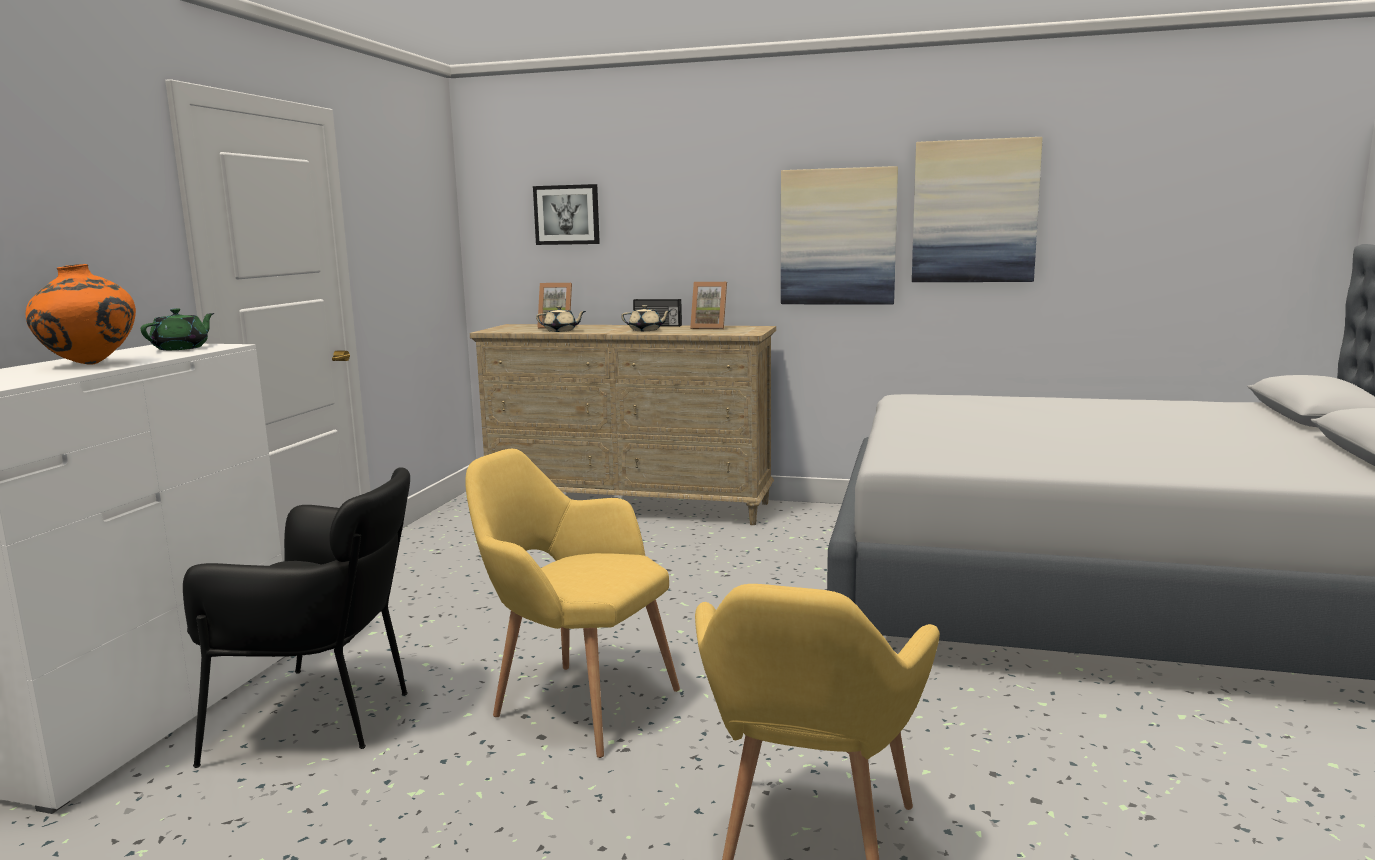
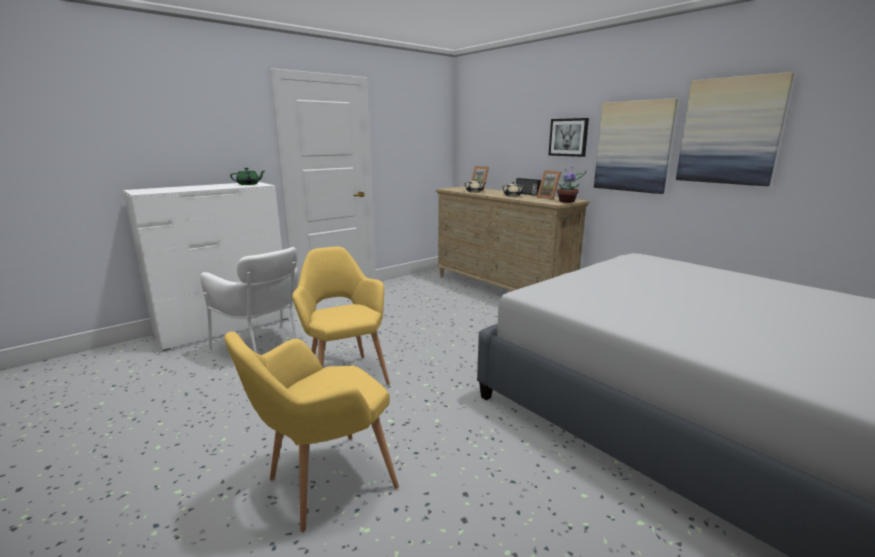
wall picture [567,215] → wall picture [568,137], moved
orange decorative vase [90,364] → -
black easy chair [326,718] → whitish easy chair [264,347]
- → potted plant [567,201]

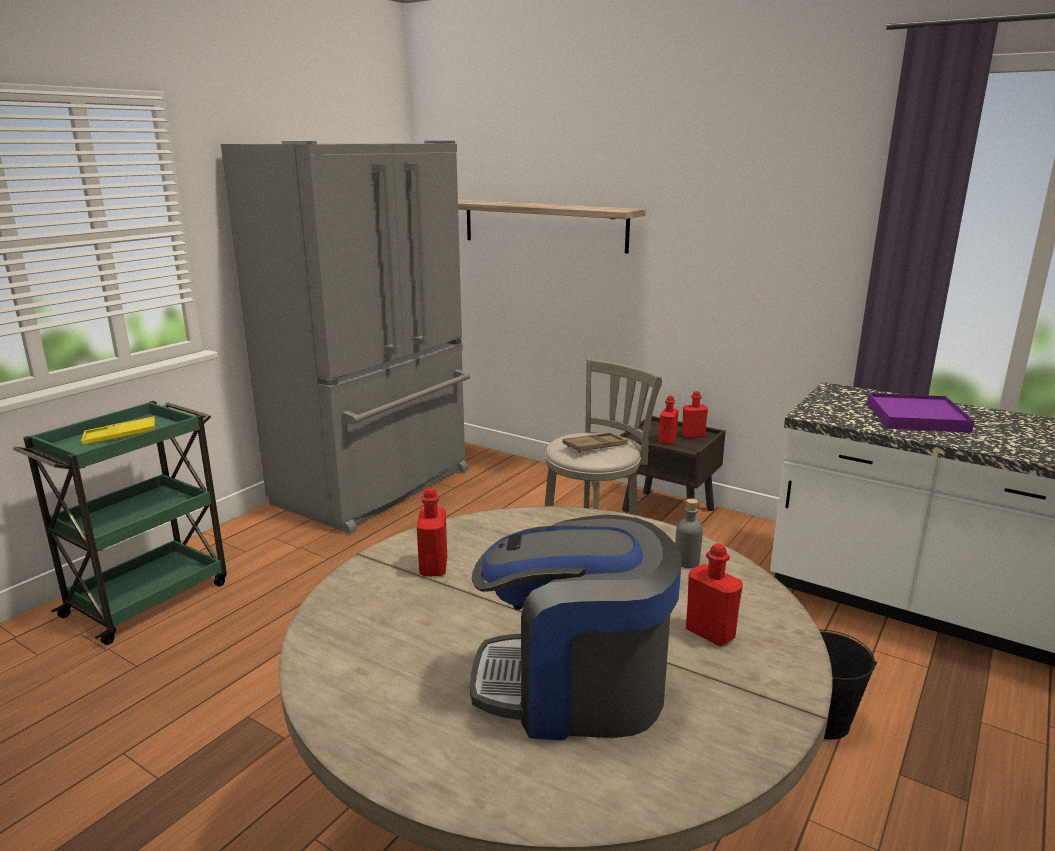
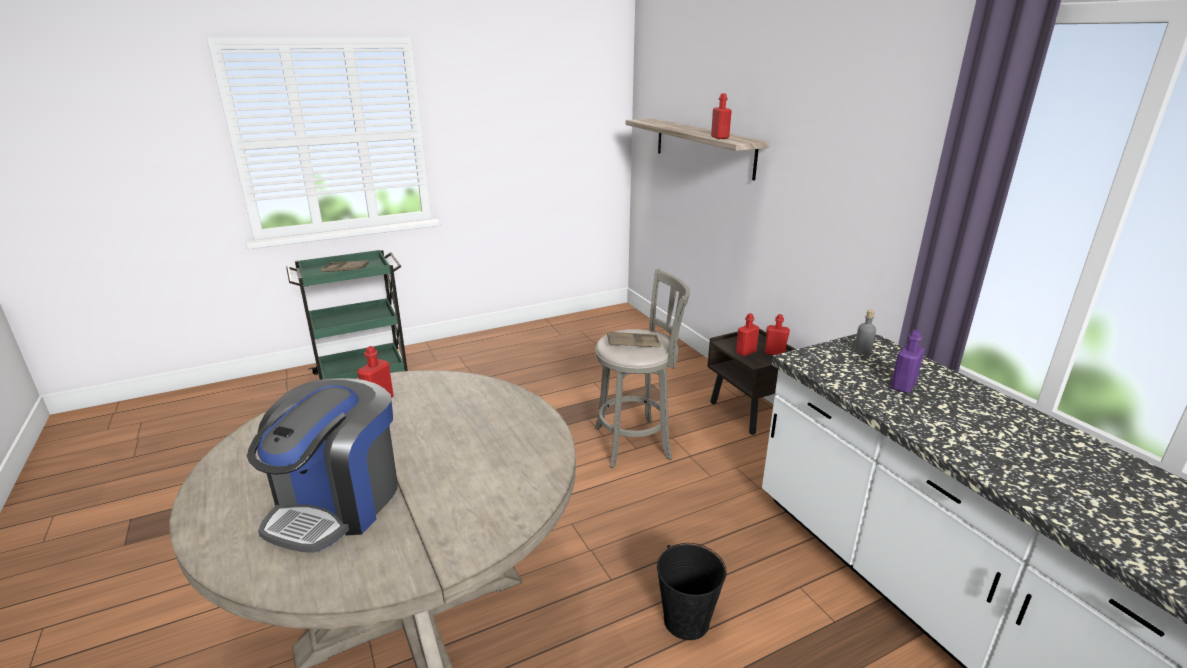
grey kitchen fridge [377,487] → -
purplish carrying tray [916,417] → purplish beverage bottle [903,386]
yellow-coloured carrying tray [120,436] → brownish carrying tray [345,269]
grey beverage bottle [686,561] → grey beverage bottle [862,351], moved
coffee machine [574,688] → coffee machine [337,504], 105 degrees counterclockwise
red beverage bottle [710,633] → red beverage bottle [719,137], moved

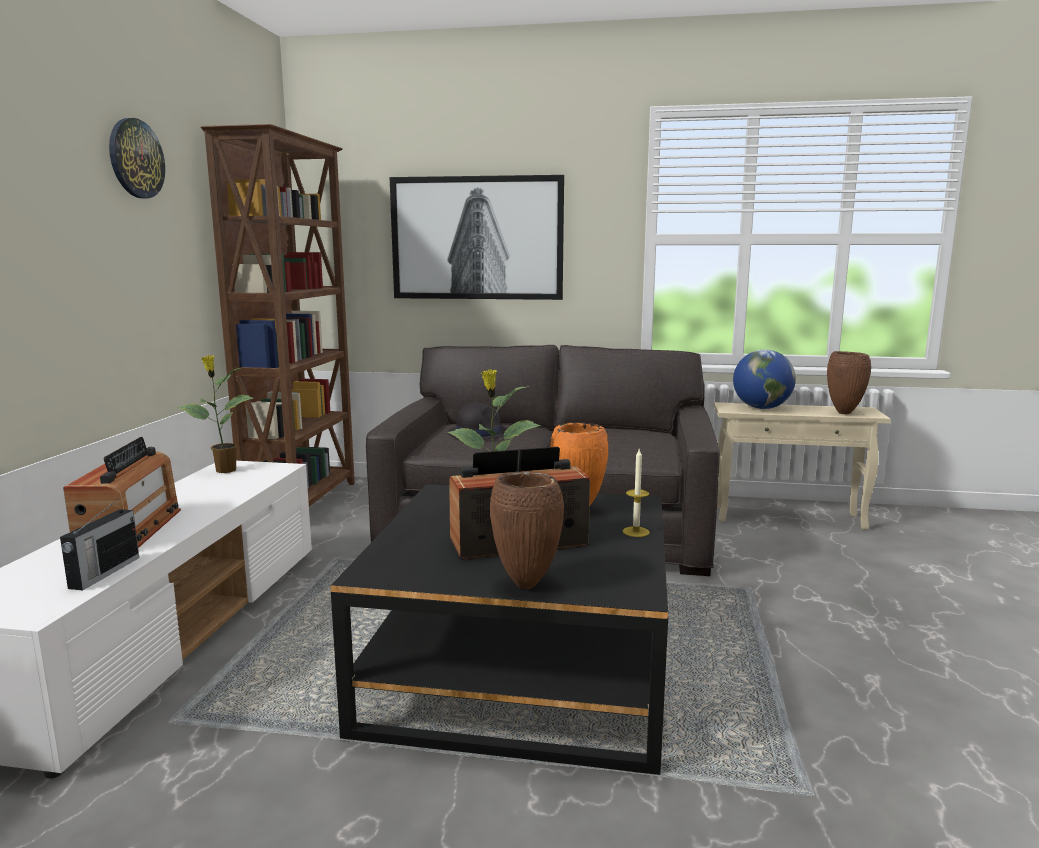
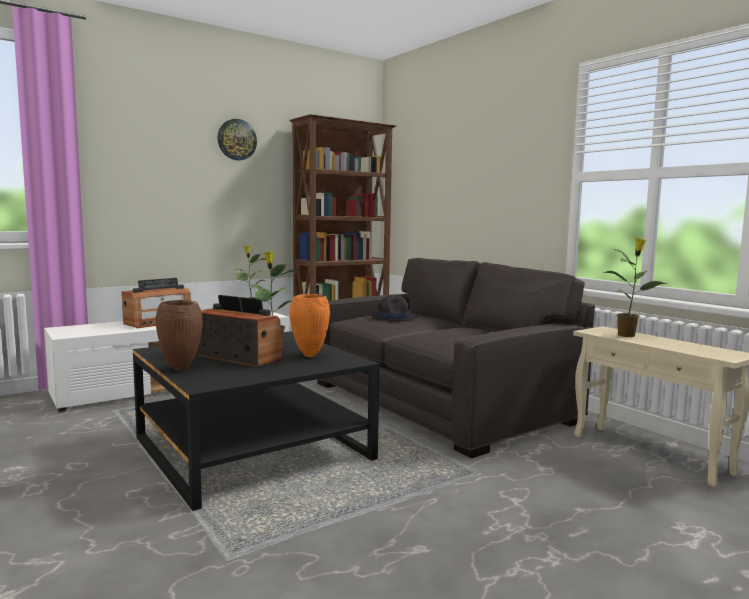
wall picture [477,238] → -
desk globe [761,408] → potted plant [627,335]
brownish decorative vase [844,413] → -
candle [636,532] → -
radio receiver [103,573] → -

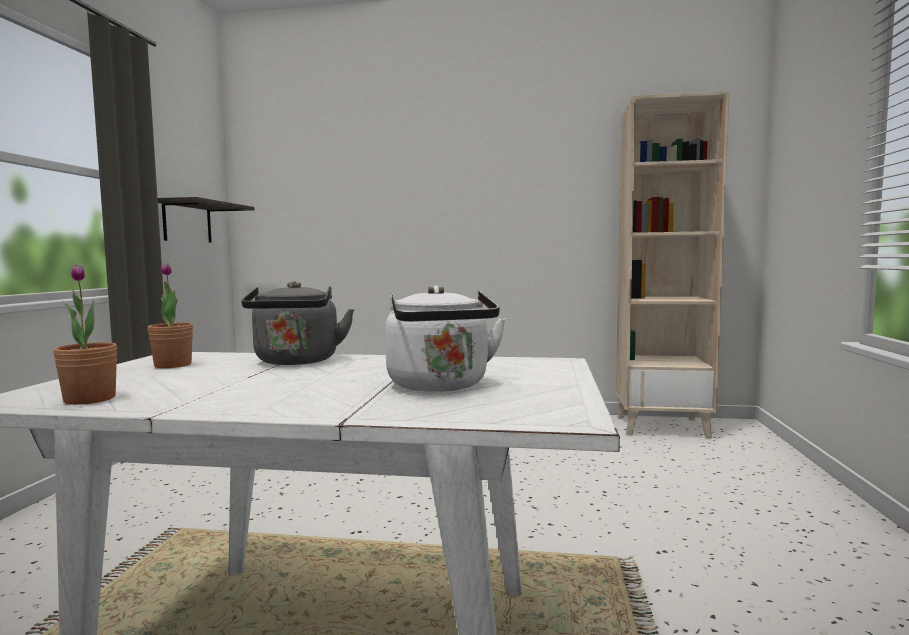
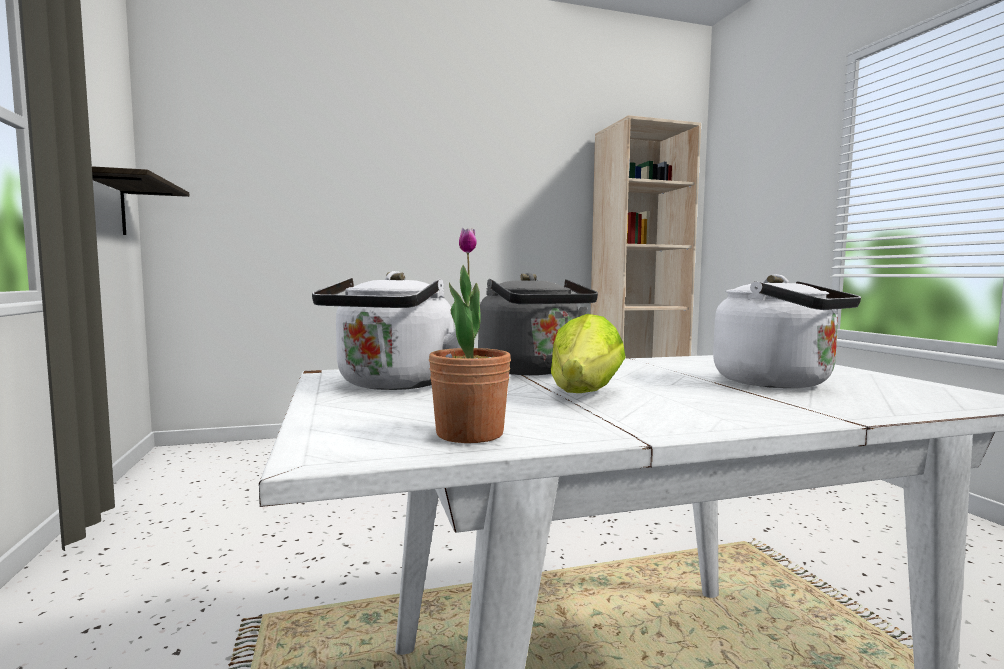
potted plant [173,365] → whitish water kettle [393,385]
- → head of lettuce [584,394]

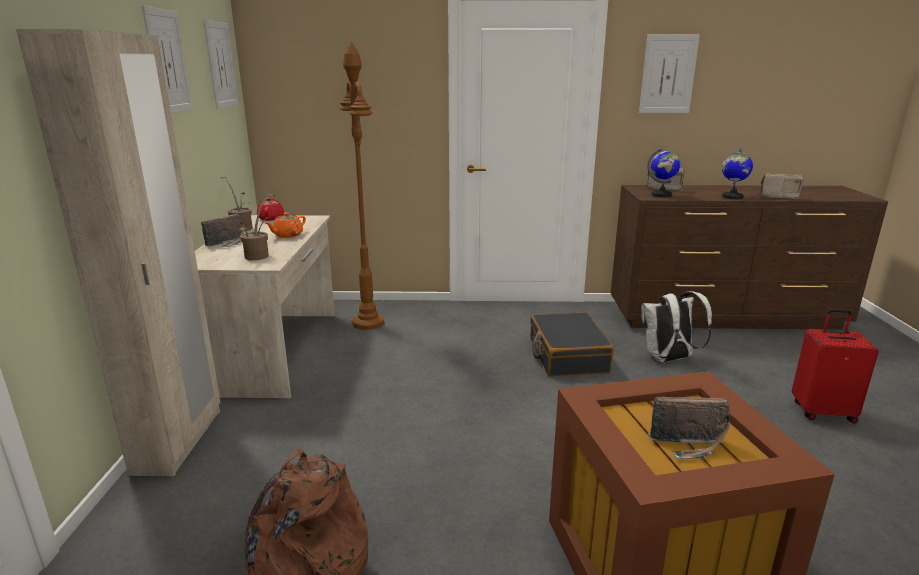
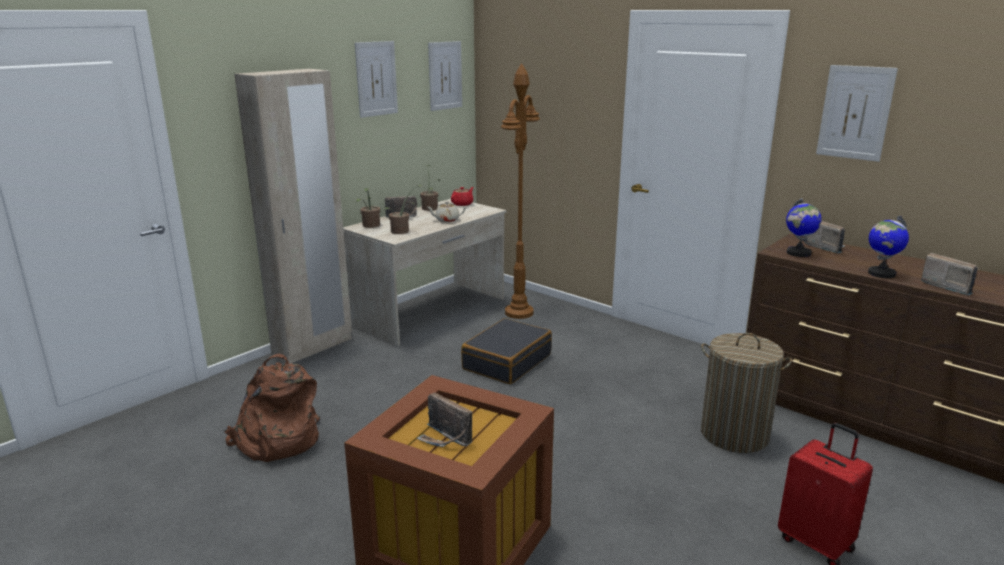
orange teapot [287,235] → beige-coloured teapot [446,220]
whitish backpack [668,359] → laundry basket [734,434]
black suitcase [567,355] → black suitcase [506,362], moved
- → potted plant [370,226]

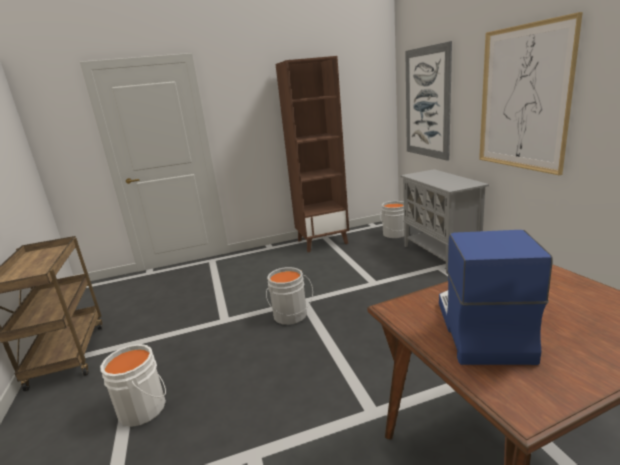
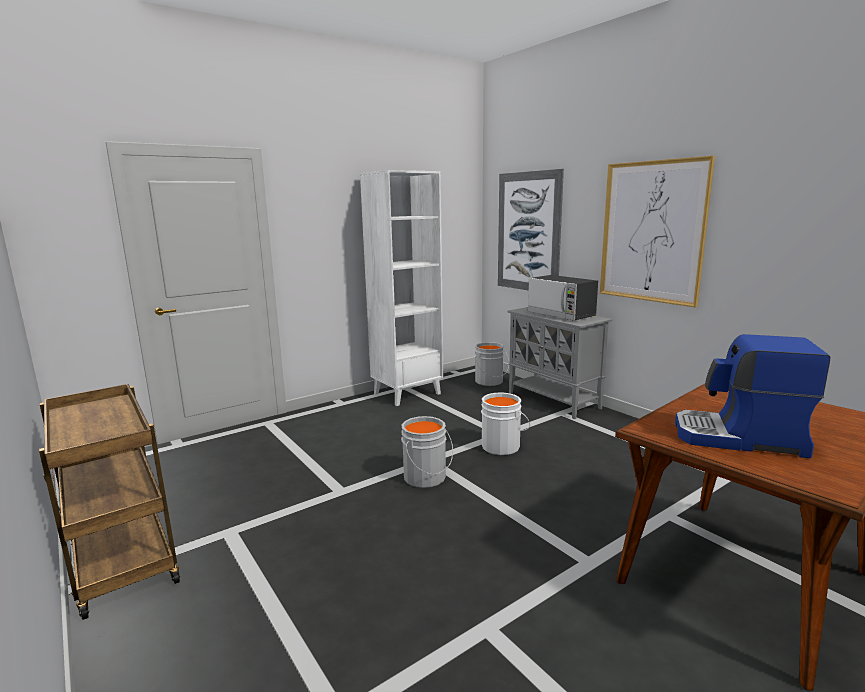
brownish shelving unit [322,242] → whitish shelving unit [407,393]
coffee machine [479,329] → coffee machine [739,438], 60 degrees counterclockwise
whitish pail [145,407] → whitish pail [502,446], moved
- → microwave [561,315]

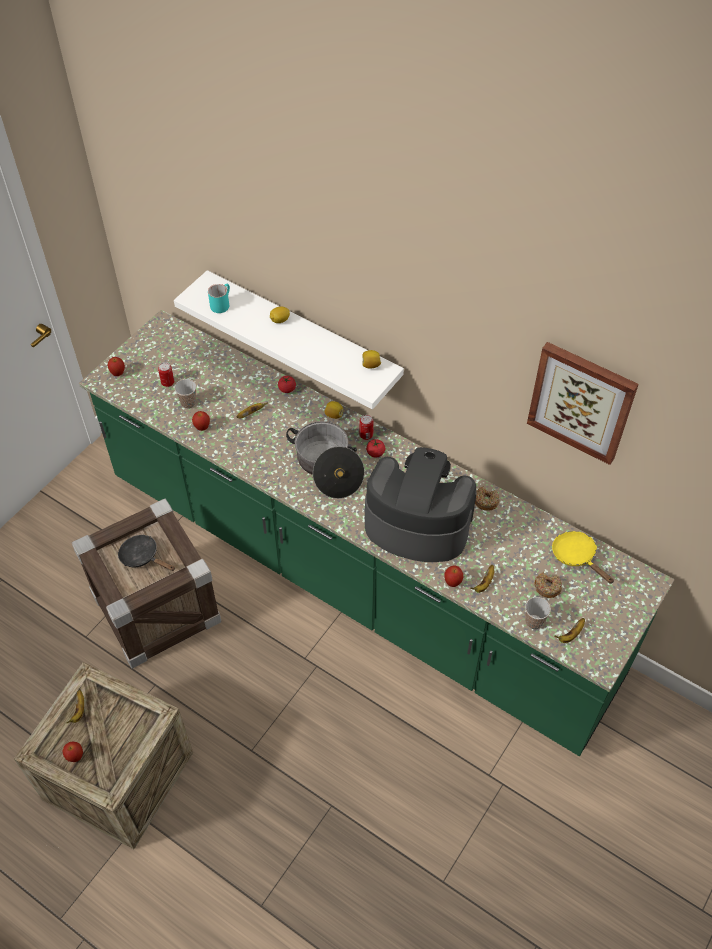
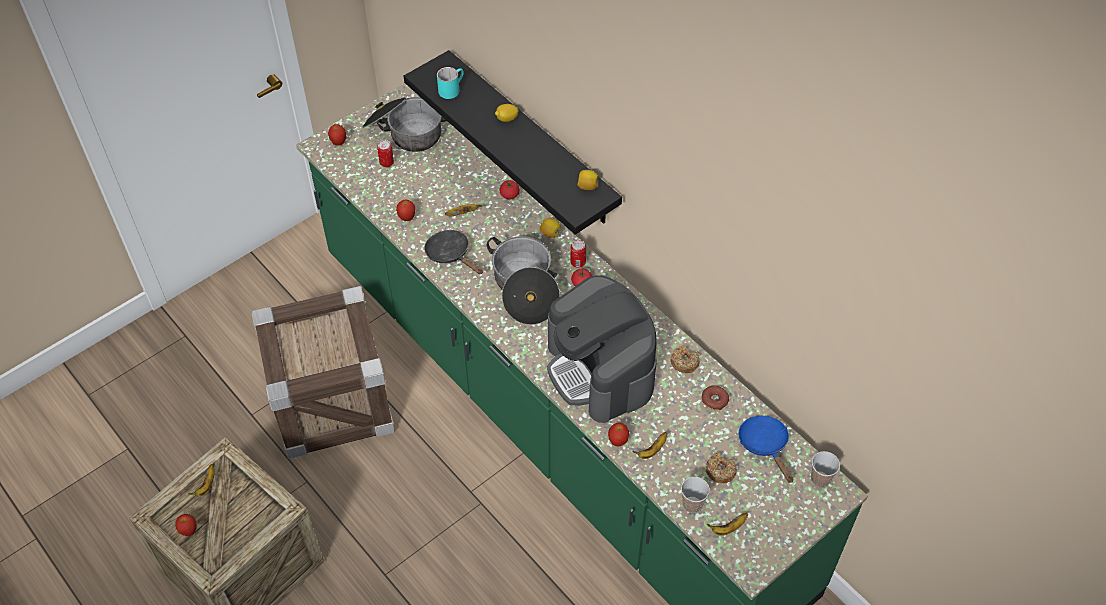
whitish shelf [302,335] → black shelf [531,139]
wall picture [581,401] → -
drinking cup [188,403] → drinking cup [820,479], moved
coffee machine [417,524] → coffee machine [600,370], 150 degrees counterclockwise
yellow-coloured skillet [576,556] → bluish skillet [765,445]
black skillet [142,557] → black skillet [451,254], moved
- → stockpot [405,132]
- → donut [714,400]

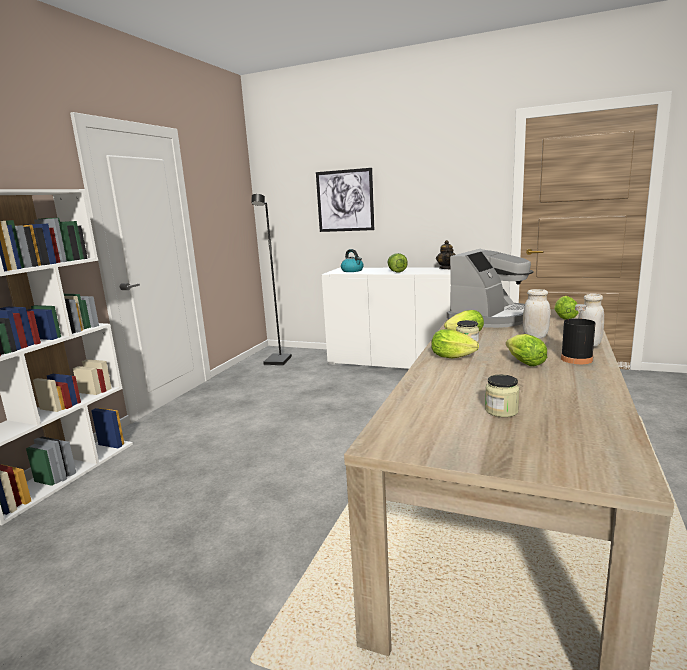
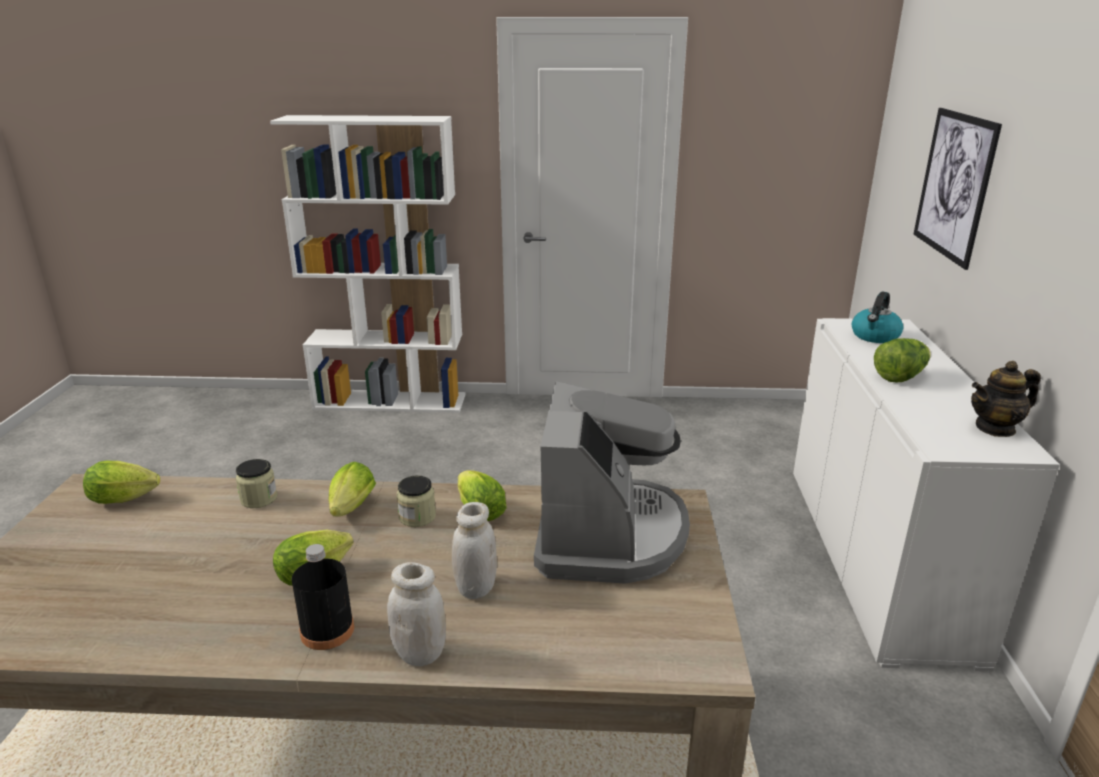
black standing lamp [278,361] → -
coffee machine [491,318] → coffee machine [608,535], 105 degrees counterclockwise
head of lettuce [564,317] → head of lettuce [128,499], moved
jar [501,411] → jar [259,499], moved

